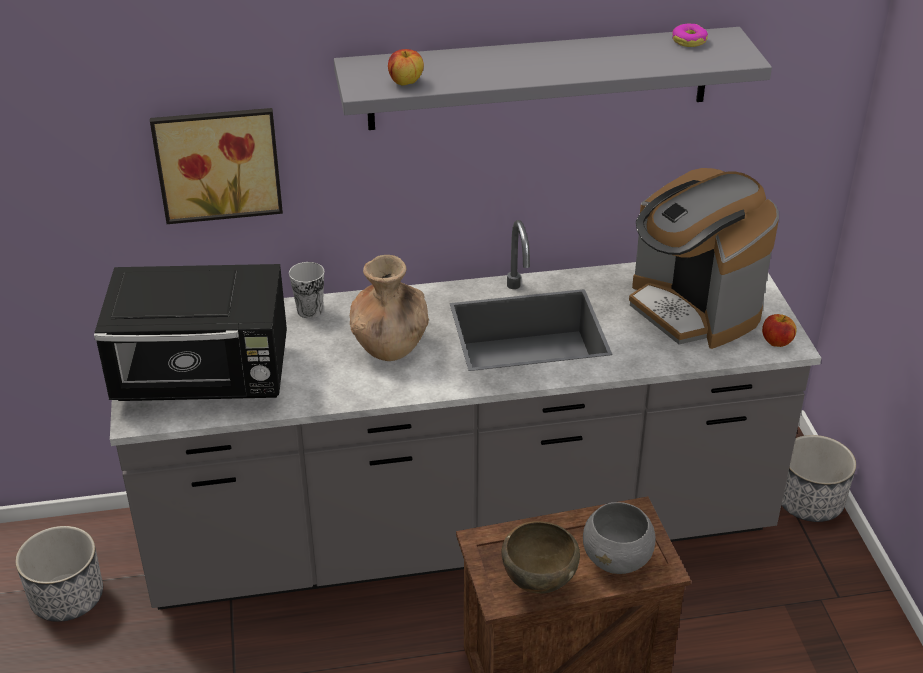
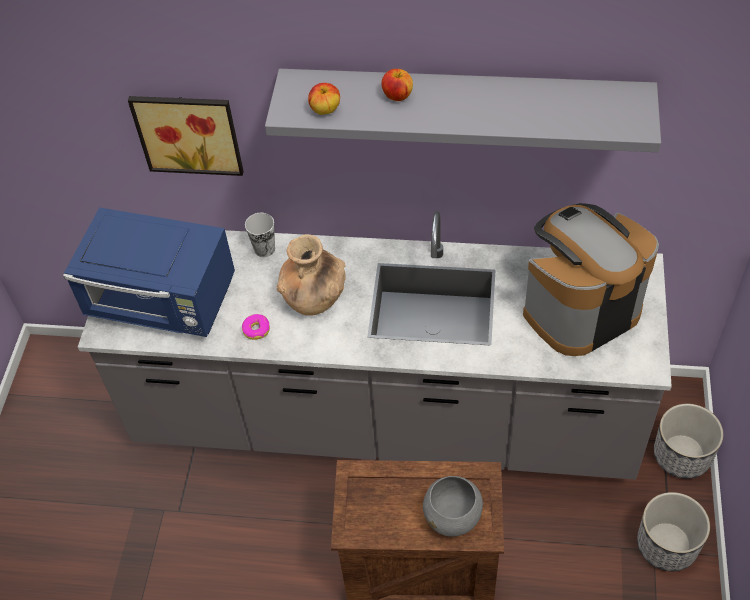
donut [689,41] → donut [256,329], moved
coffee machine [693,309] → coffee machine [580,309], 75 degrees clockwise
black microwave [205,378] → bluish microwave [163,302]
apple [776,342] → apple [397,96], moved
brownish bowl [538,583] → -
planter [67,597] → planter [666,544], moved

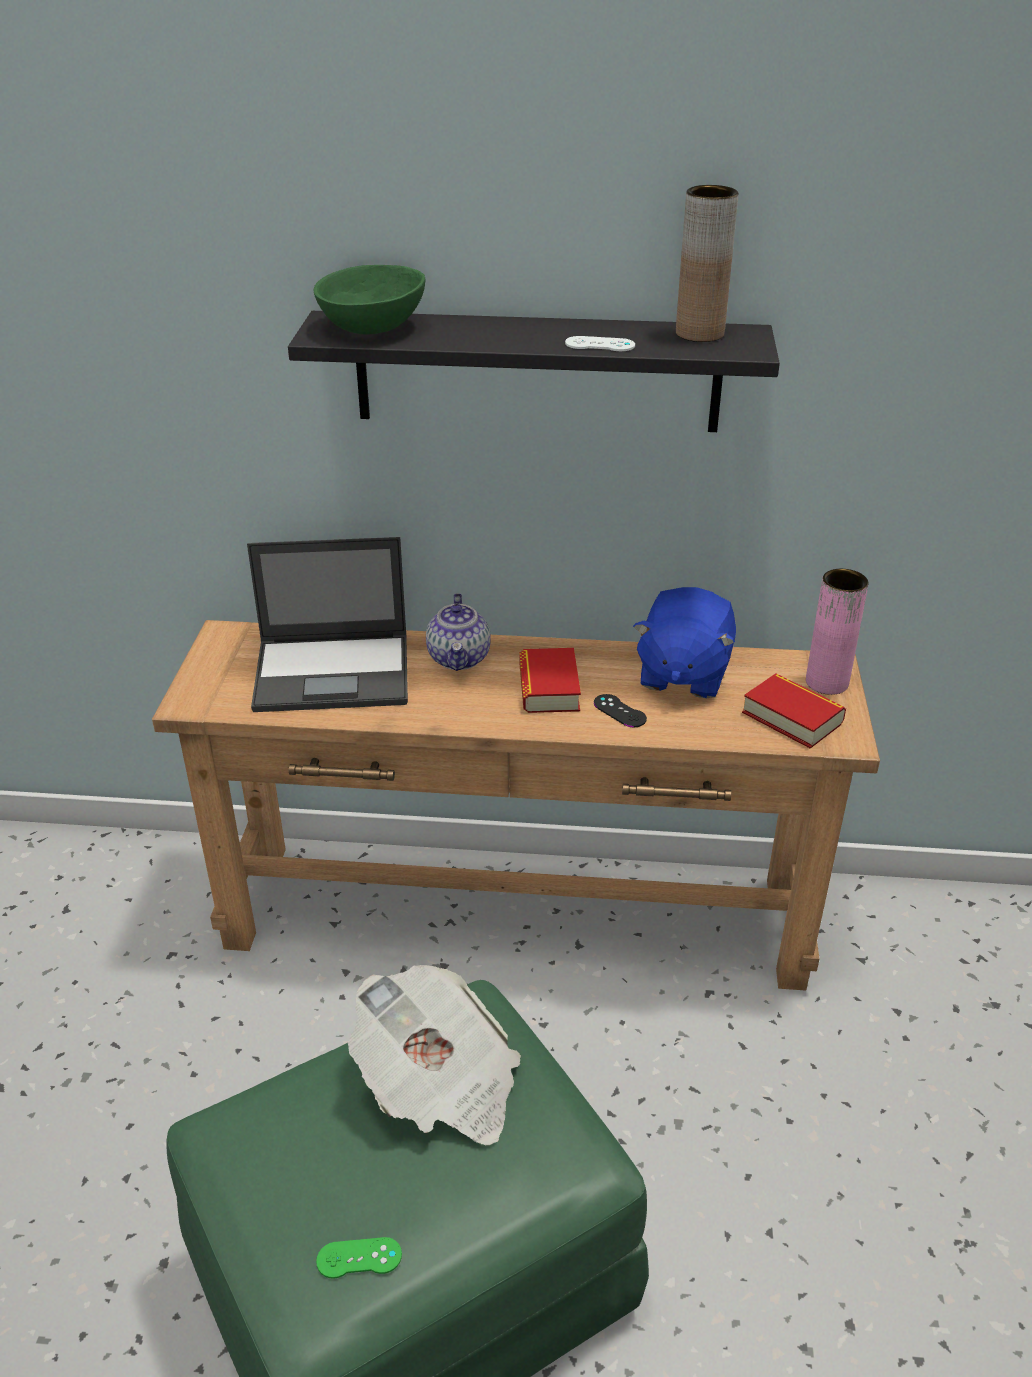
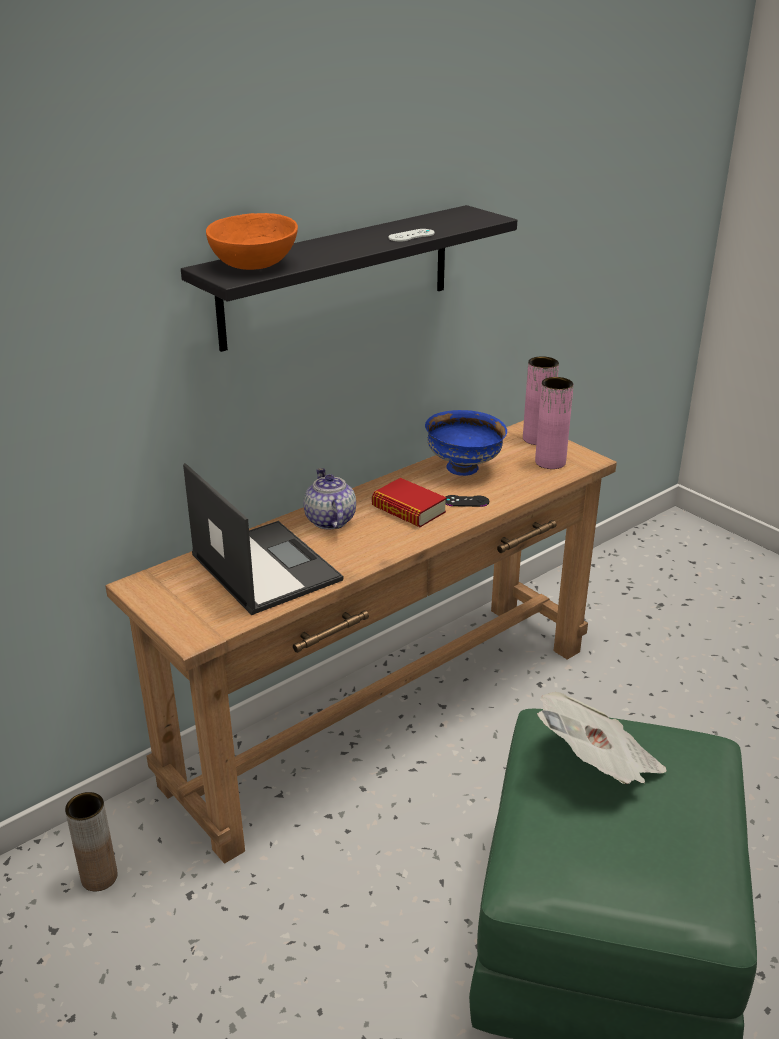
brownish decorative vase [699,334] → brownish decorative vase [99,877], moved
greenish bowl [373,327] → orange bowl [253,264]
laptop [335,672] → laptop [264,567], 75 degrees counterclockwise
bluish plush toy [682,674] → bluish bowl [464,468]
teapot [460,658] → teapot [329,520], 150 degrees counterclockwise
book [792,718] → pink decorative vase [550,462]
greenish game controller [359,1258] → -

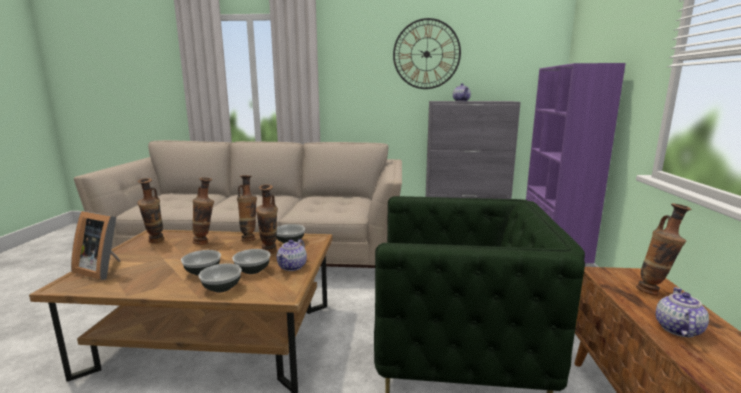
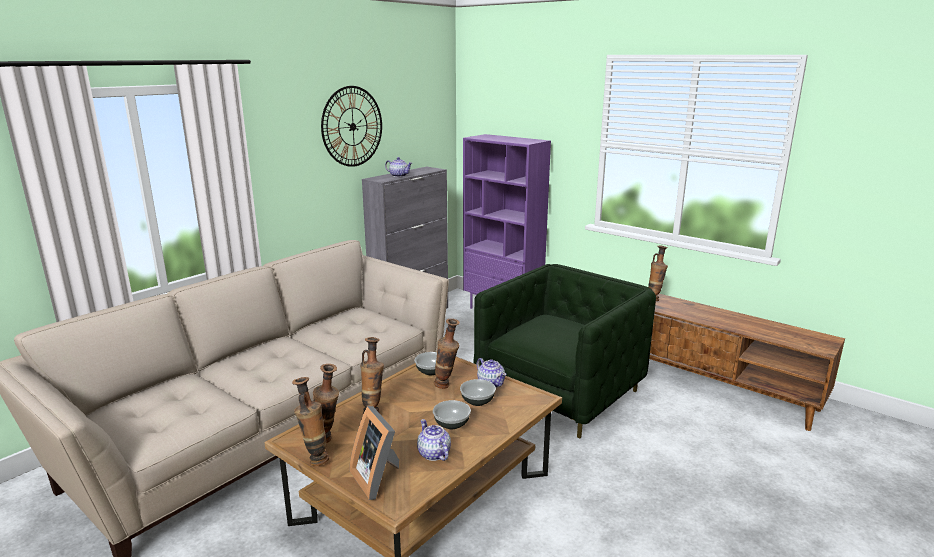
decorative vase [249,239] → decorative vase [314,459], moved
standing frame [103,269] → standing frame [378,478], 90 degrees clockwise
bowl [221,288] → -
teapot [677,329] → teapot [434,454], moved

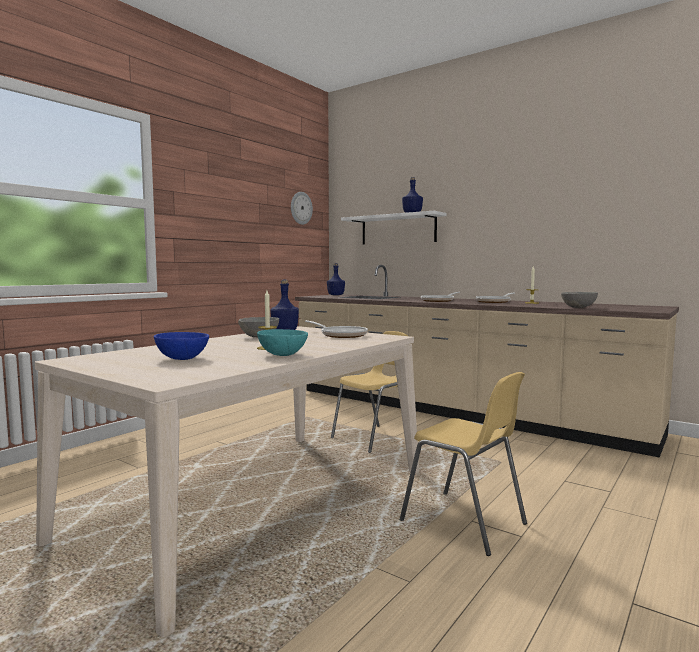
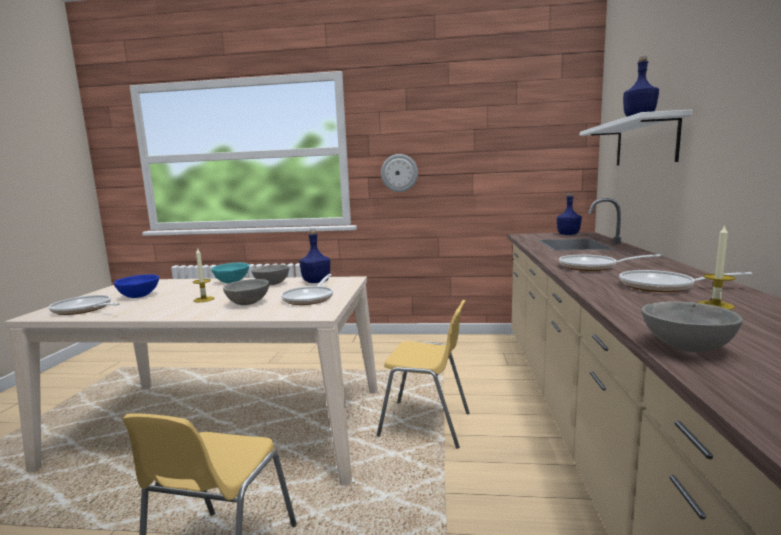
hanging clock [300,208] → hanging clock [399,173], moved
blue-green bowl [283,355] → blue-green bowl [233,282], moved
- → grey bowl [249,303]
- → skillet [84,310]

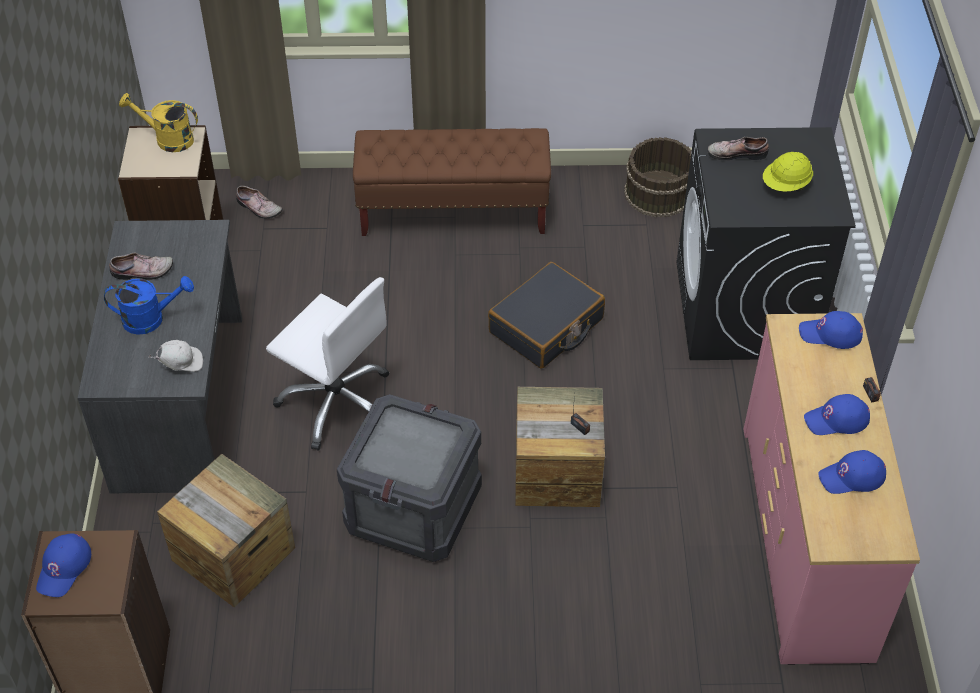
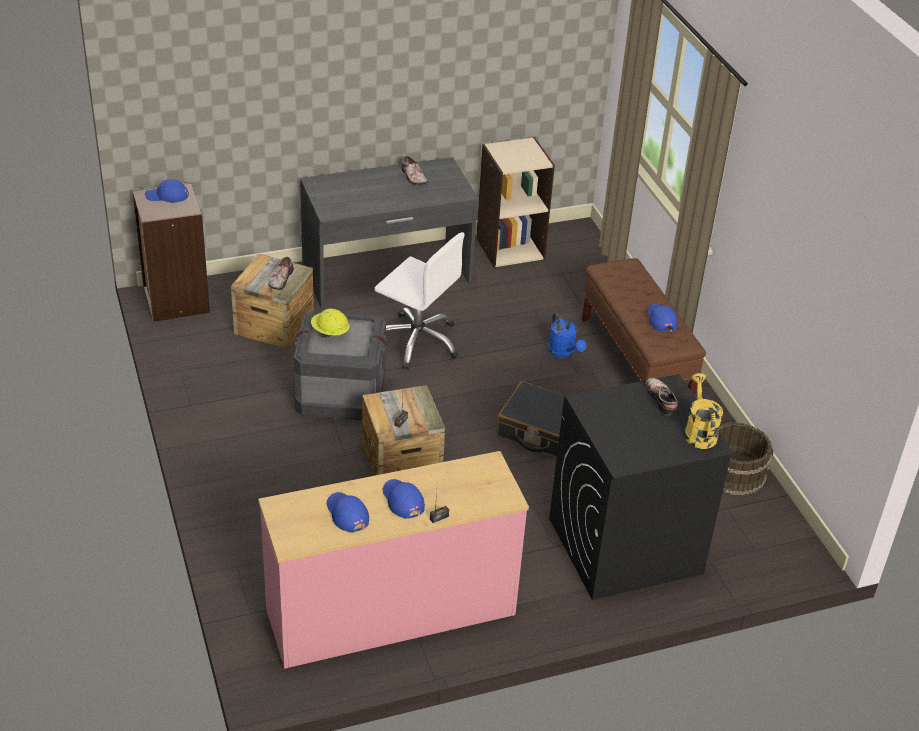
yellow-coloured watering can [168,139] → yellow-coloured watering can [699,431], moved
yellow-coloured safety helmet [786,185] → yellow-coloured safety helmet [330,332], moved
item of footwear [258,208] → item of footwear [280,279], moved
bluish watering can [151,319] → bluish watering can [564,353], moved
whitish office chair [337,402] → whitish office chair [417,341], 75 degrees counterclockwise
bluish baseball cap [830,334] → bluish baseball cap [661,319], moved
whitish baseball cap [181,363] → -

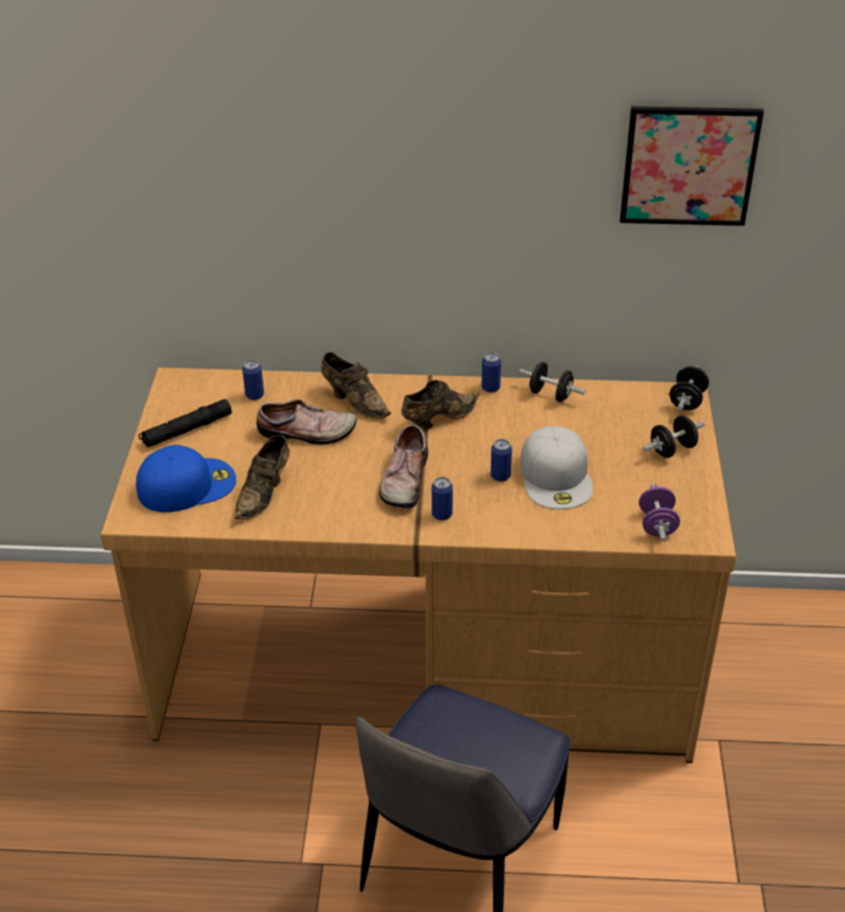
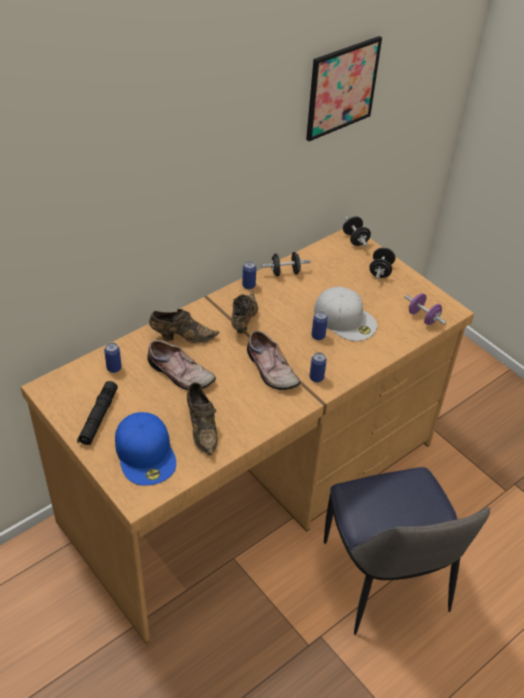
item of footwear [307,433] → item of footwear [179,374], 75 degrees clockwise
bluish baseball cap [187,484] → bluish baseball cap [146,453], 135 degrees clockwise

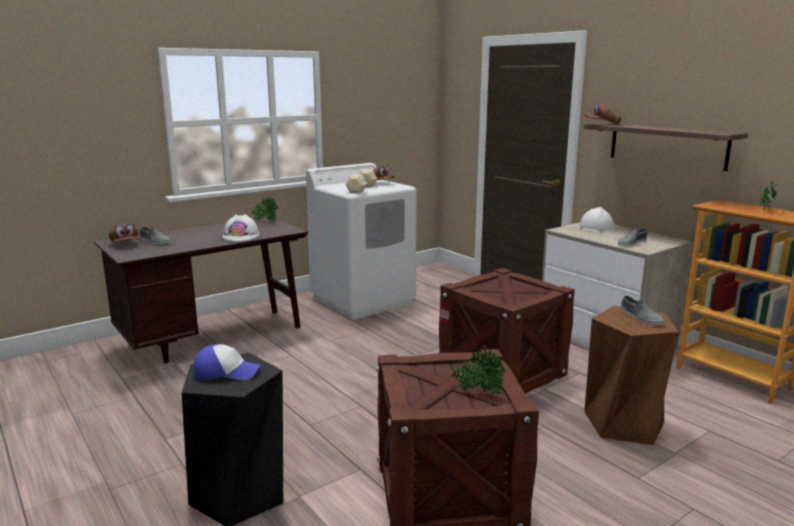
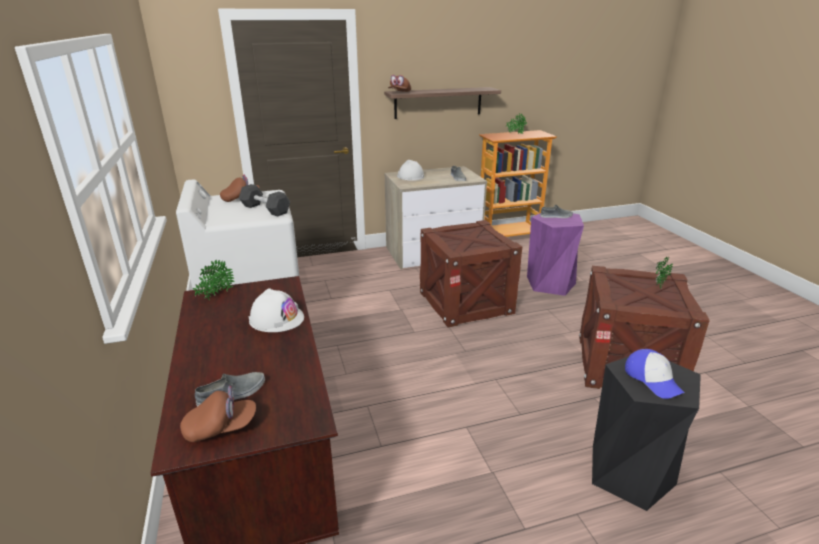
beige-coloured dumbbell [361,189] → black dumbbell [265,209]
brownish sitting stool [624,423] → purplish sitting stool [550,283]
baseball cap [226,372] → baseball cap [653,379], 135 degrees clockwise

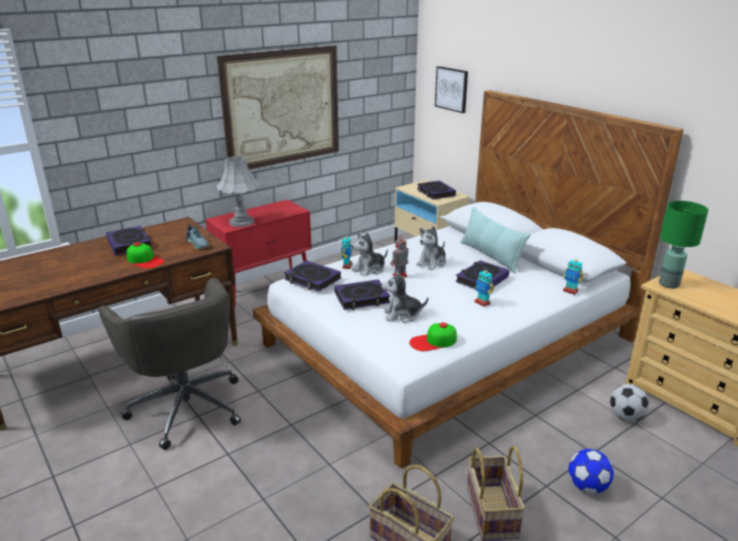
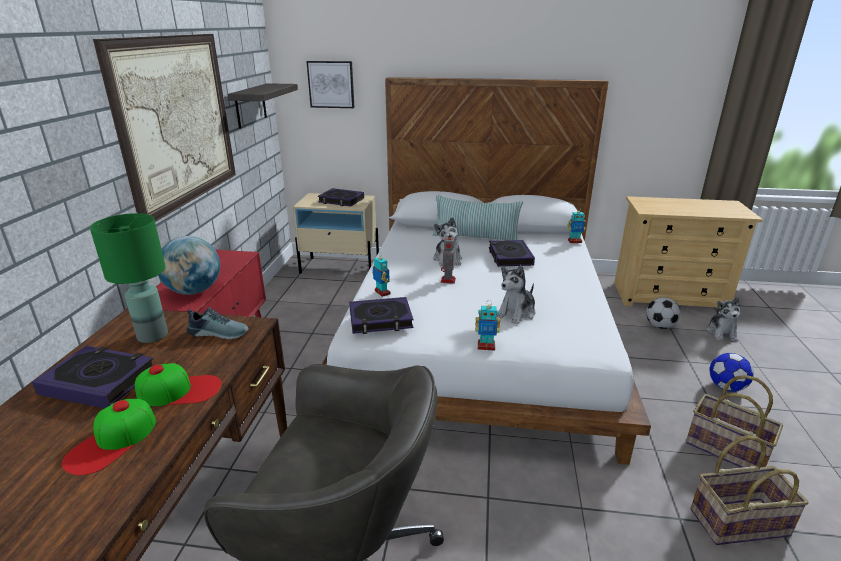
grey tabletop lamp [241,222] → desk globe [194,291]
greenish tabletop lamp [668,284] → greenish tabletop lamp [152,335], moved
plush toy [369,270] → plush toy [721,333], moved
toy robot [482,303] → toy robot [486,346], moved
book [362,298] → -
baseball cap [433,341] → baseball cap [112,441], moved
- → shelf [250,105]

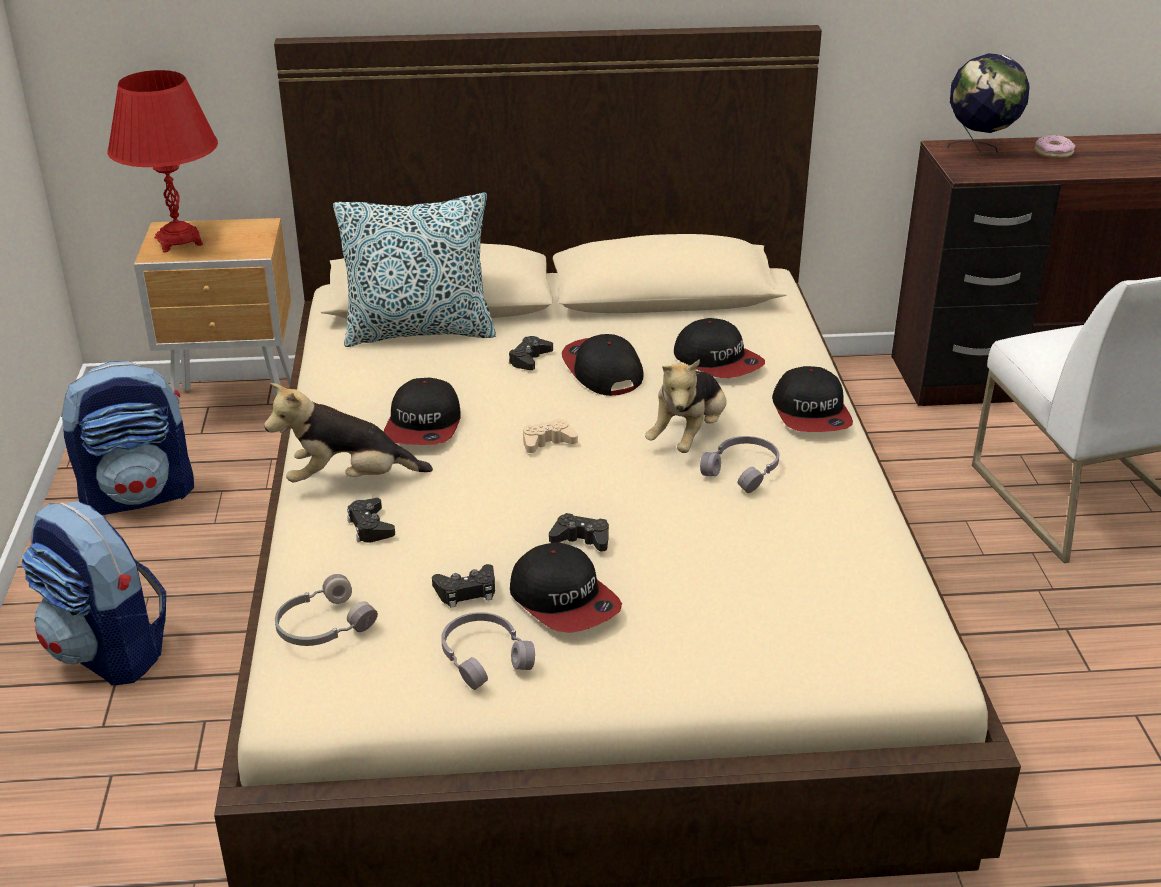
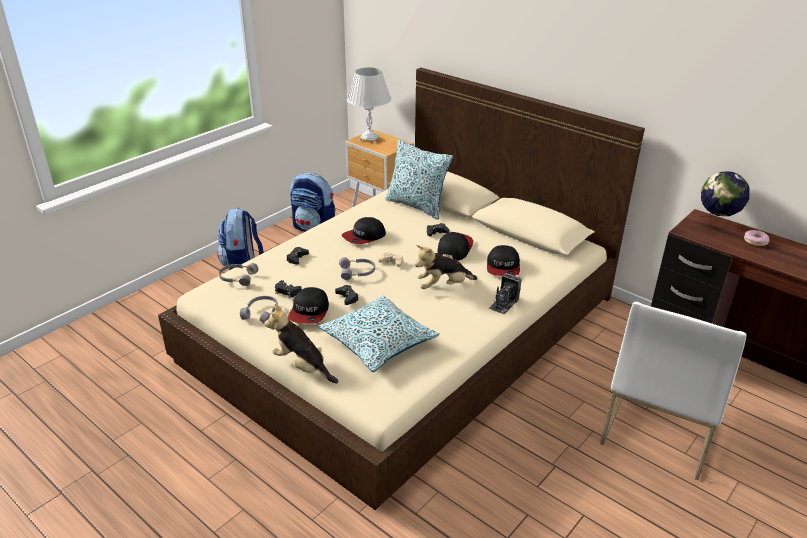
red tabletop lamp [179,241] → whitish tabletop lamp [369,139]
baseball cap [811,413] → still camera [504,304]
plush toy [349,480] → plush toy [302,366], moved
grey headphones [743,470] → grey headphones [357,272], moved
- → cushion [378,342]

